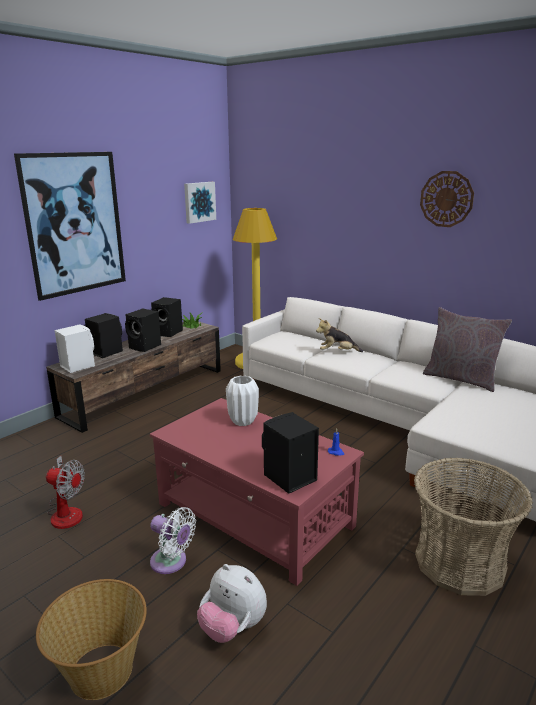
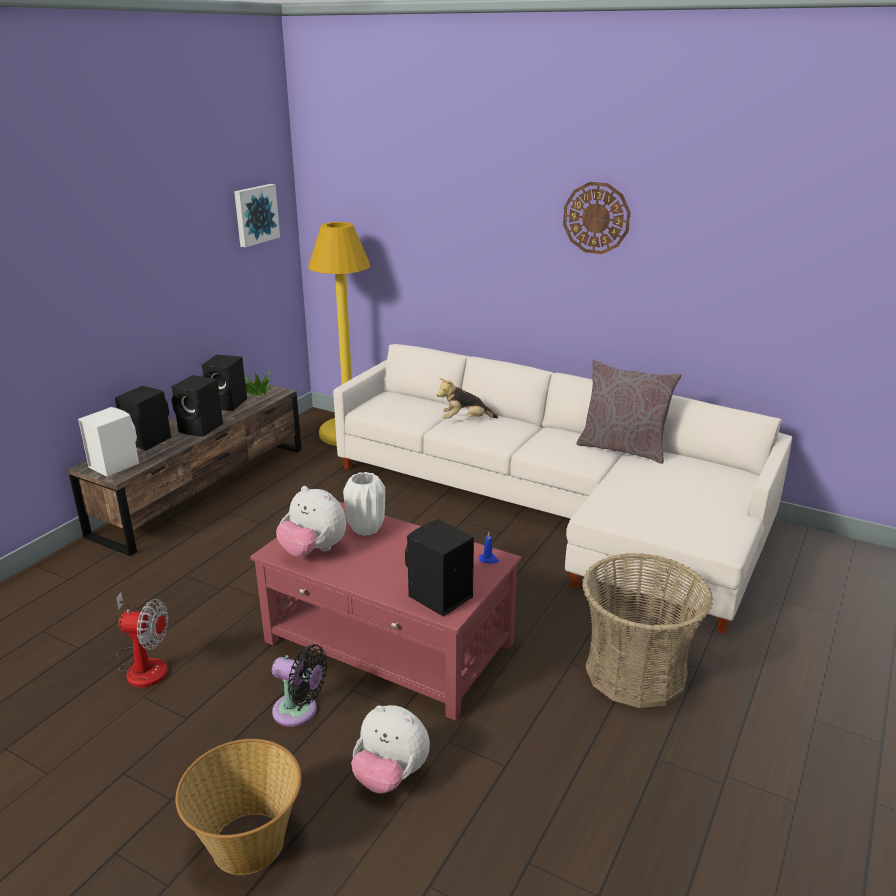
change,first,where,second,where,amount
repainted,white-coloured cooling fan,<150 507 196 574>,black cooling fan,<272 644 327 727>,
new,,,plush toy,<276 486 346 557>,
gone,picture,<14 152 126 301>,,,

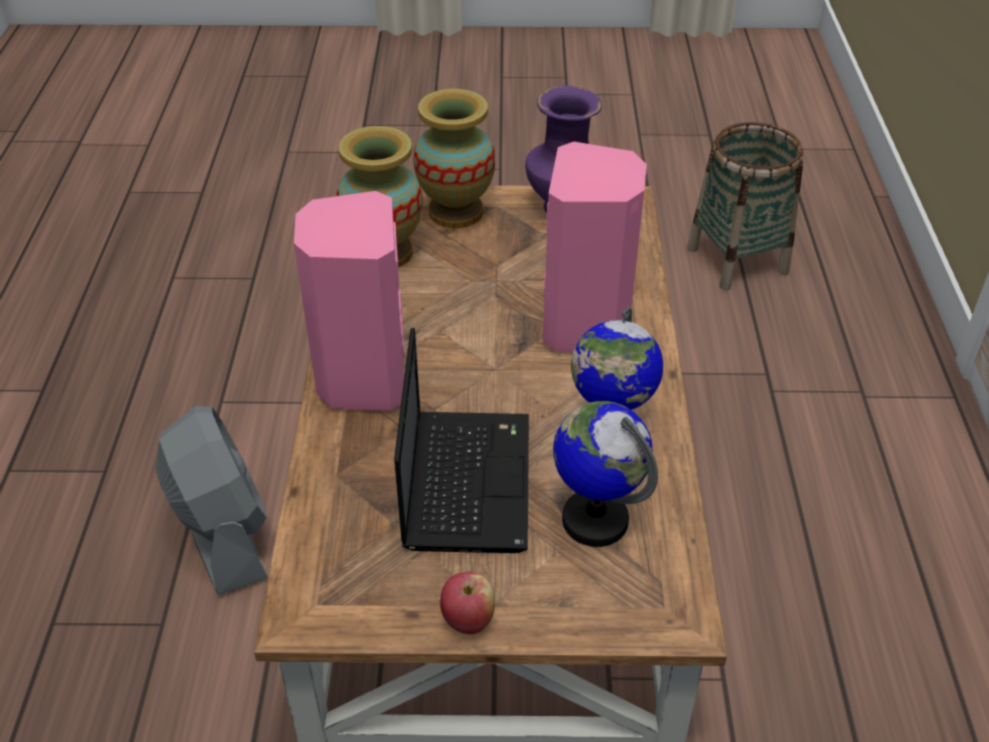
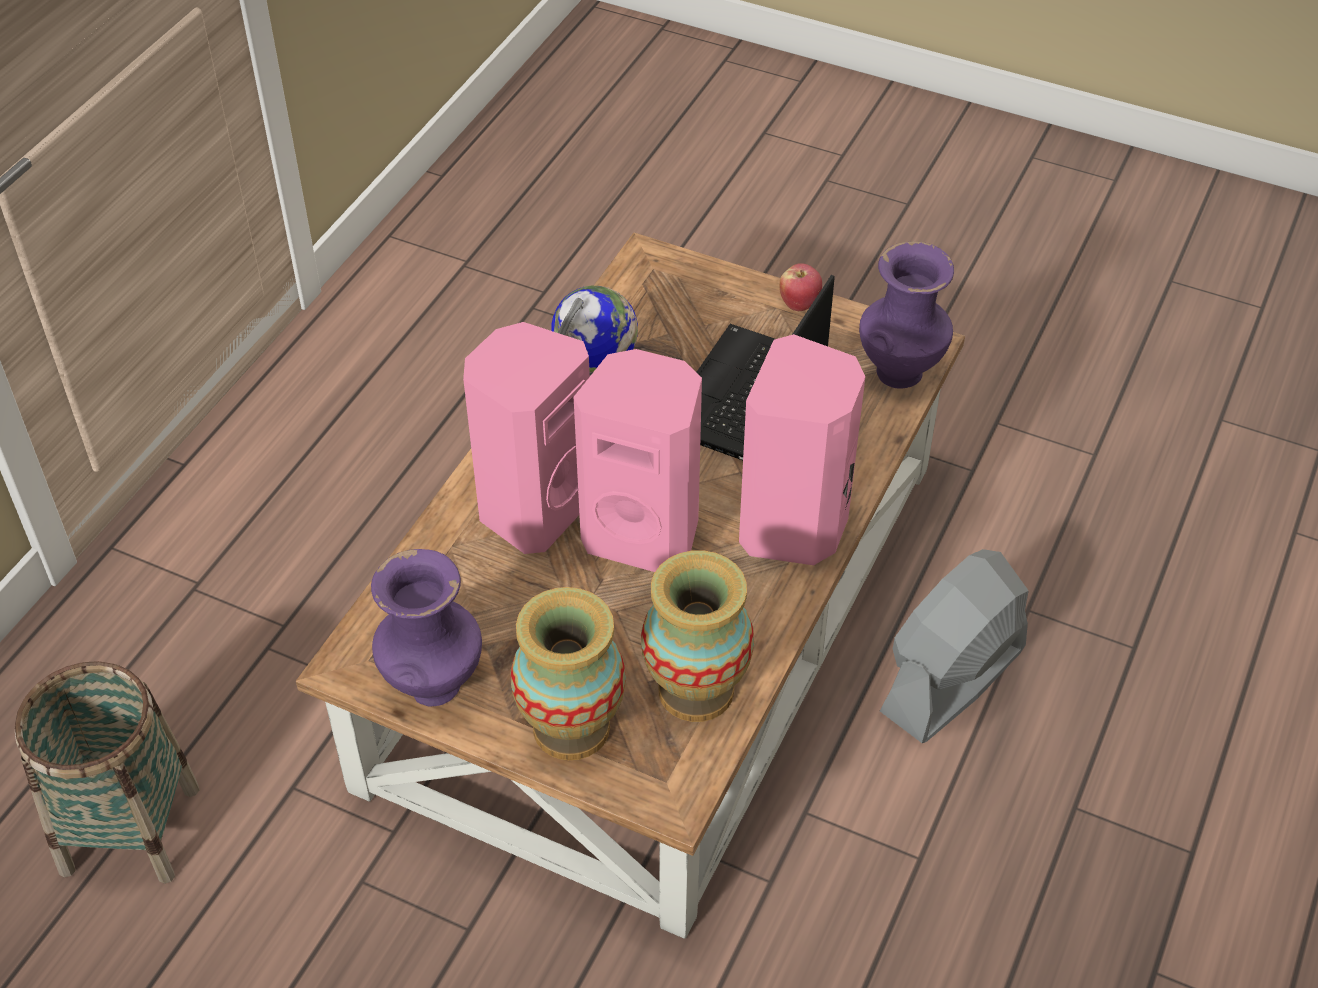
change,first,where,second,where,amount
new,,,pink audio speaker,<574 349 702 572>,
new,,,purplish vase,<859 241 954 388>,
rotated,greyish cooling fan,<156 406 268 596>,,<880 549 1029 743>,45 degrees clockwise
gone,desk globe,<553 401 658 547>,,,

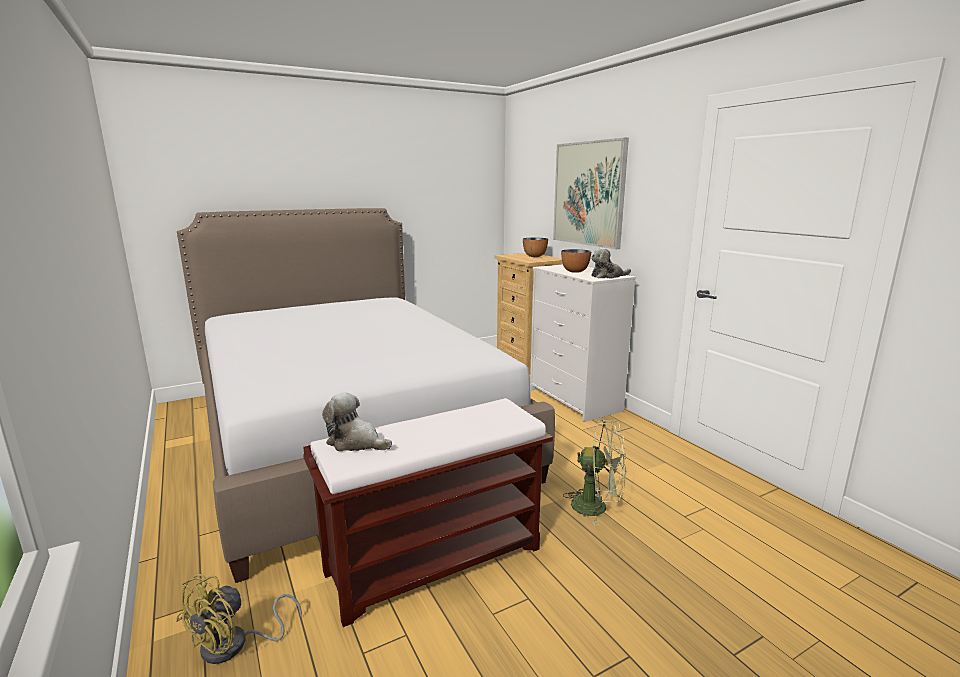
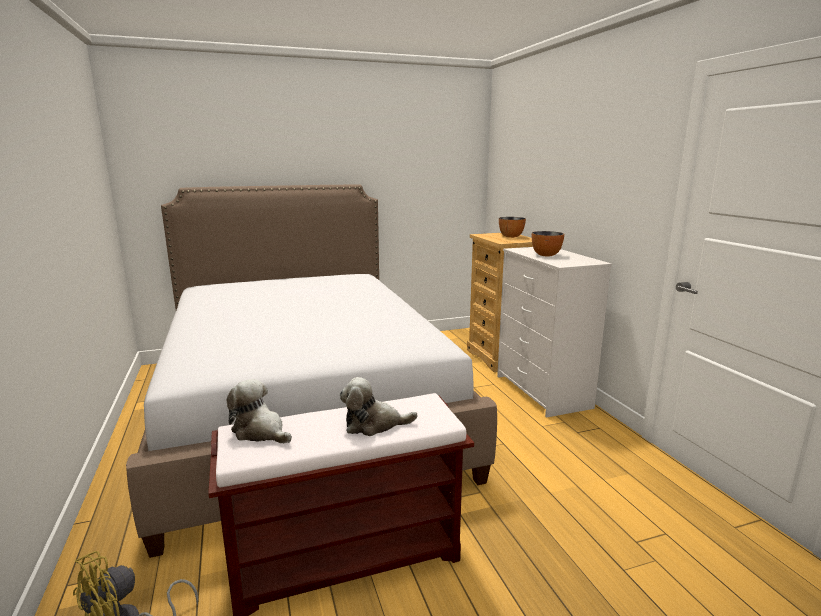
change,first,where,second,where,amount
shifted,plush toy,<591 248 631 279>,,<340 377 418 436>,
gone,picture,<553 137 629 249>,,,
gone,green-coloured cooling fan,<563 420 626 526>,,,

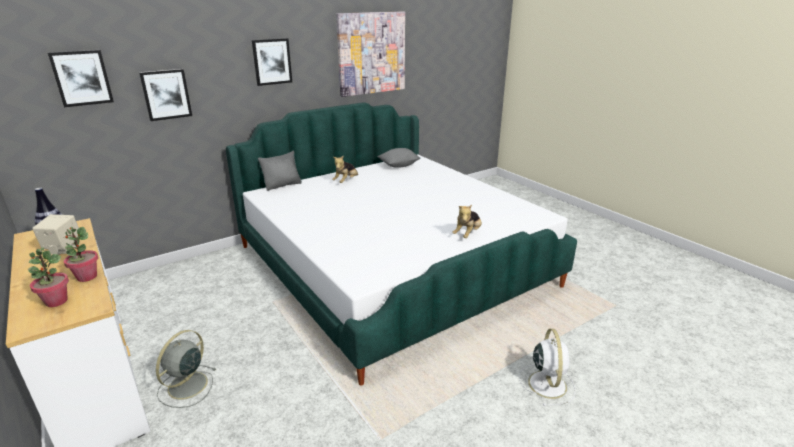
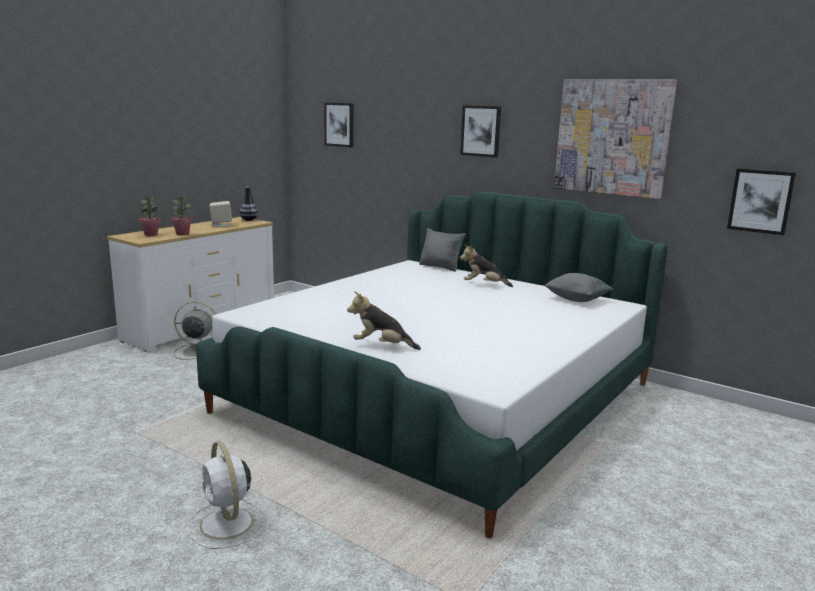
change,first,where,second,where,amount
rotated,white-coloured cooling fan,<519 329 575 406>,,<188 441 268 549>,75 degrees clockwise
shifted,picture,<139 69 192 121>,,<727 168 796 235>,

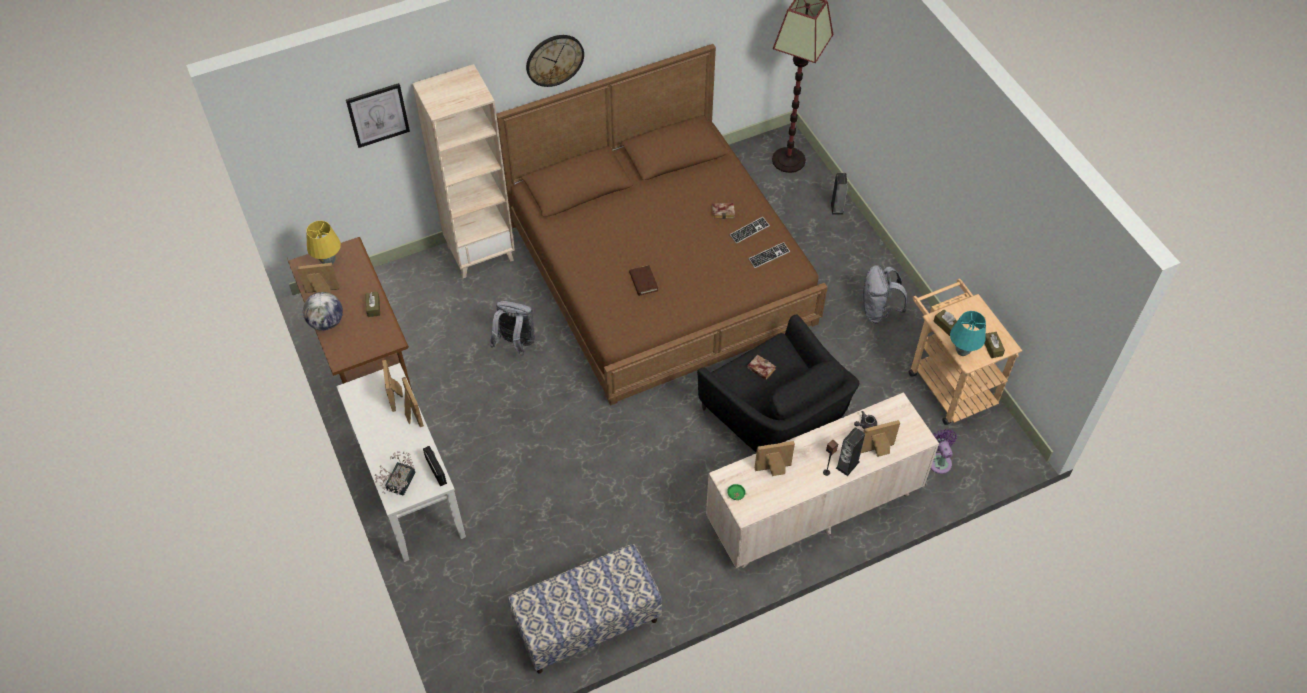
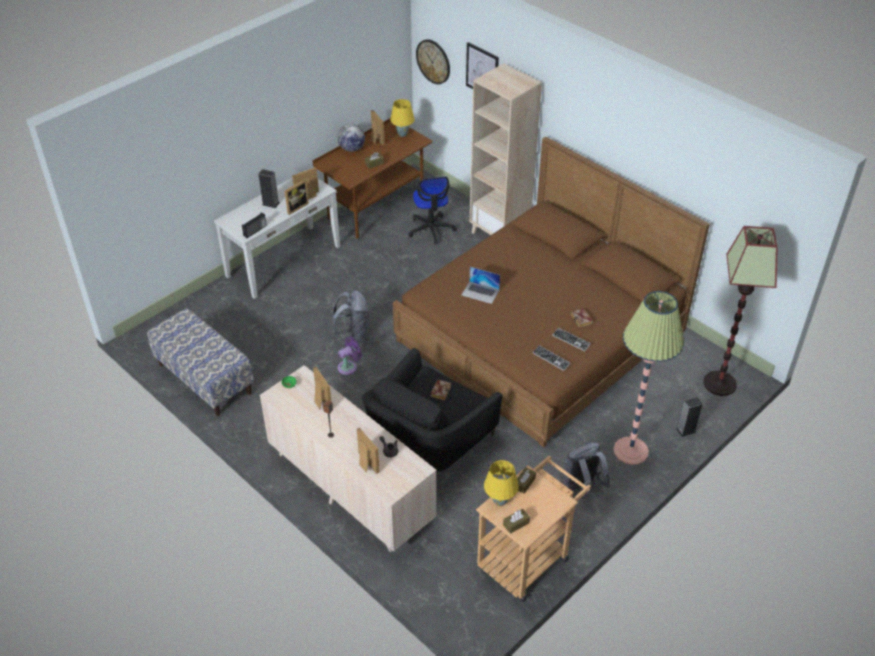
change,first,where,second,where,amount
shifted,audio speaker,<836 427 865 476>,,<259 169 280 208>,
shifted,greyish rucksack,<490 301 535 356>,,<332 290 369 342>,
shifted,purplish cooling fan,<931 429 957 474>,,<338 336 362 375>,
new,,,computer chair,<408 177 457 244>,
shifted,wall clock,<526 35 584 87>,,<416 39 450 84>,
swapped,brownish bound book,<629 265 658 296>,laptop,<462 267 500 304>,
repainted,turquoise tabletop lamp,<950 311 986 356>,yellow tabletop lamp,<484 460 518 506>,
new,,,floor lamp,<613 291 684 465>,
gone,plant in a pot,<375 451 416 496>,,,

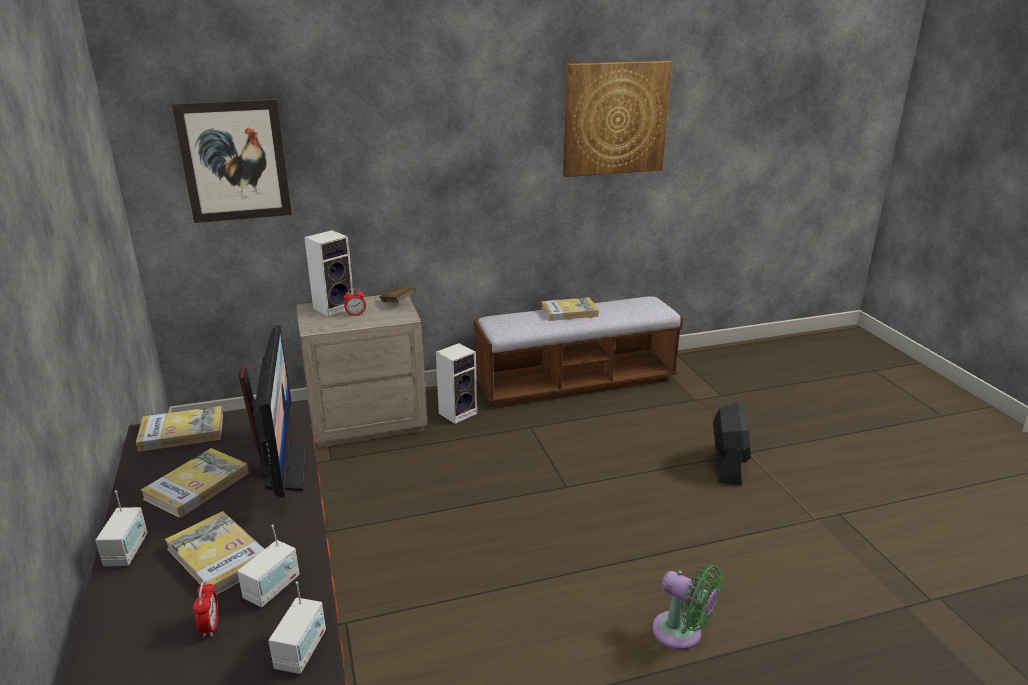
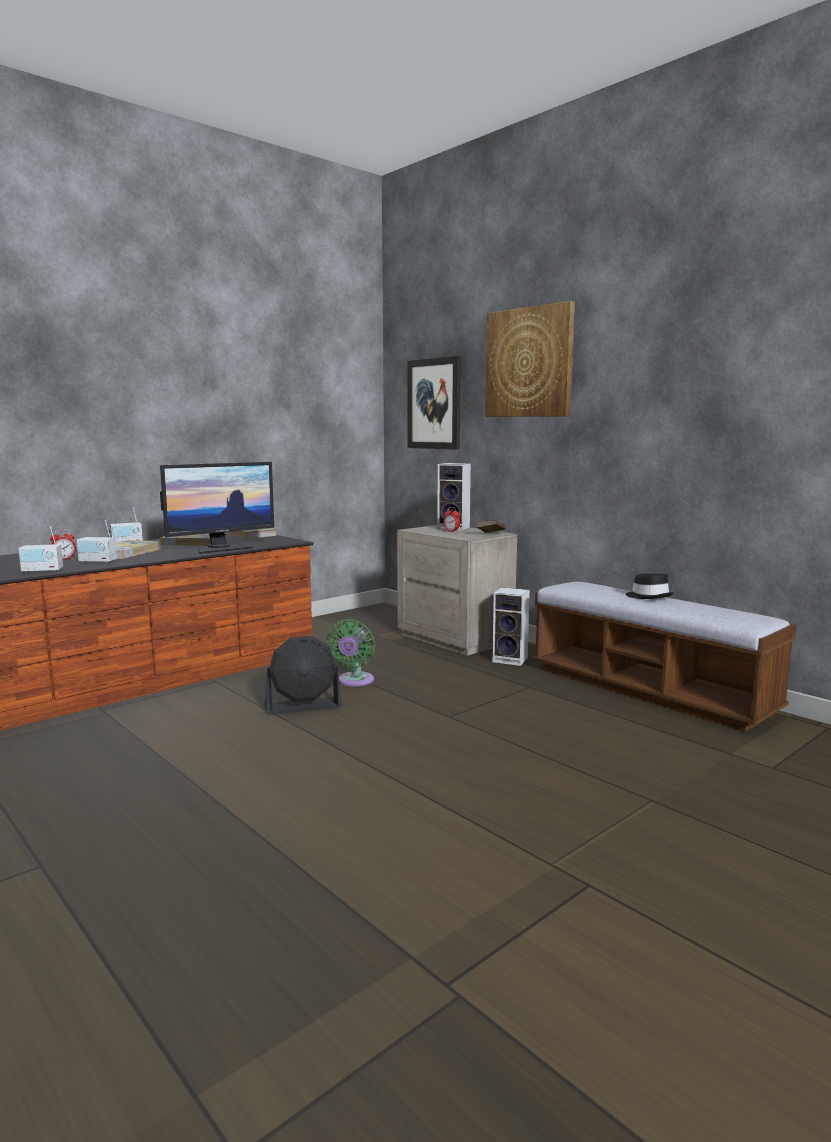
change,first,where,second,where,amount
shifted,black cooling fan,<713 403 751 485>,,<265 636 342 715>,
shifted,green-coloured cooling fan,<652 564 723 650>,,<326 619 375 687>,
shifted,picture,<563 61 673 177>,,<485 301 575 417>,
swapped,bound book,<541 297 599 321>,black wearable hat,<626 574 674 599>,

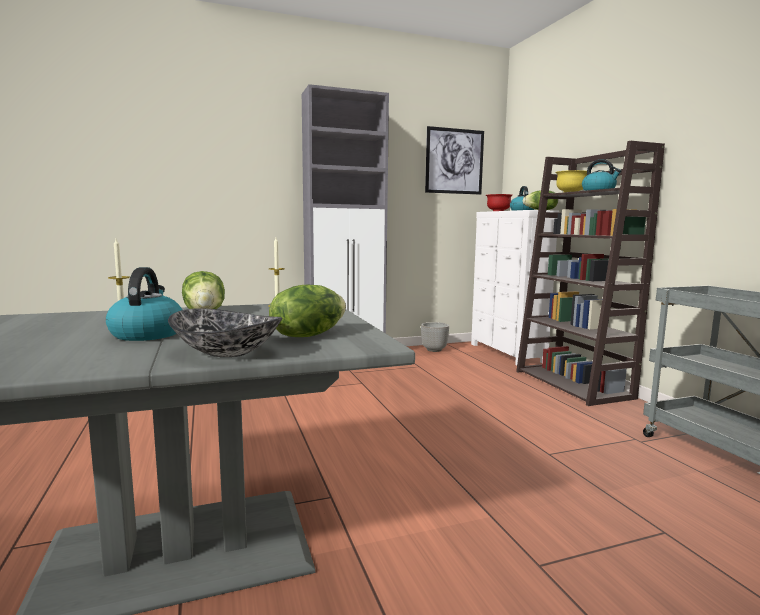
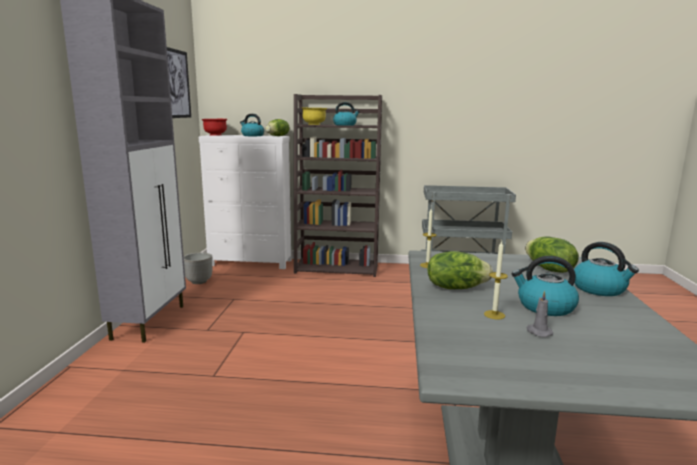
change,first,where,second,where,amount
new,,,greyish candle,<527 291 553 337>,
swapped,serving bowl,<168 308 282 357>,kettle,<574 242 639 296>,

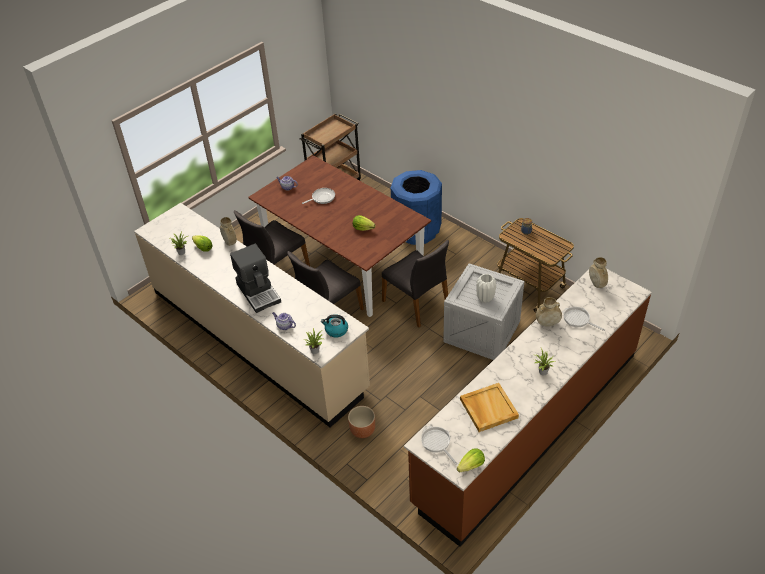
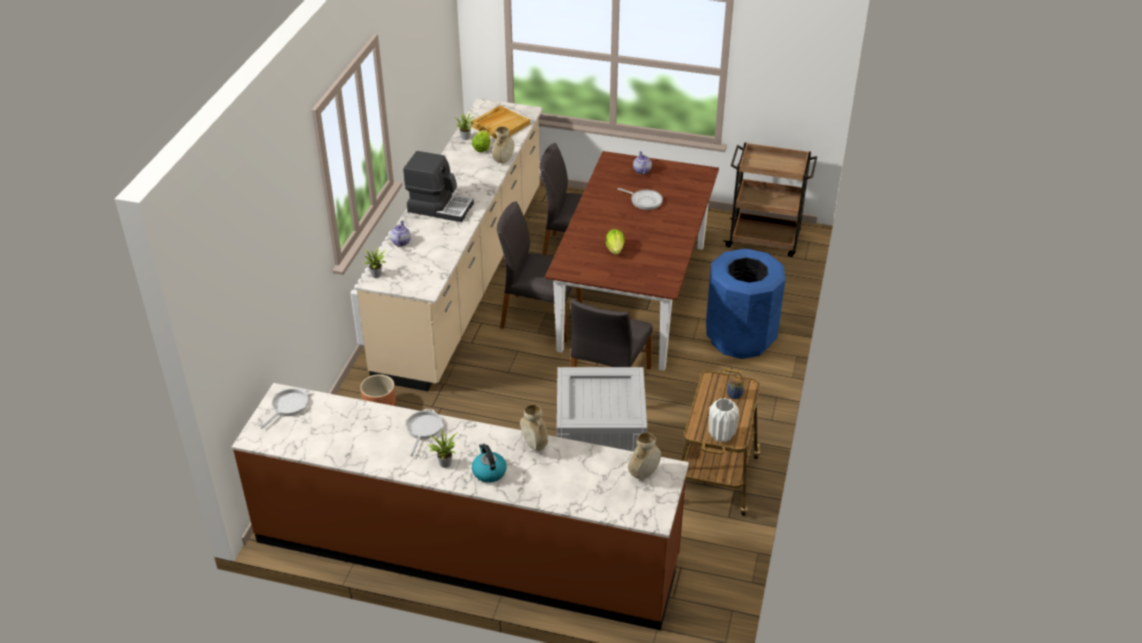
change,first,where,second,where,amount
rotated,coffee maker,<230 244 281 313>,,<403 151 474 222>,105 degrees counterclockwise
shifted,skillet,<563 307 605 331>,,<405 409 443 456>,
shifted,beige-coloured carrying tray,<460 383 519 432>,,<471 106 530 139>,
shifted,kettle,<321 314 348 338>,,<472 443 507 483>,
shifted,white-coloured vase,<476 274 496 303>,,<709 398 739 442>,
gone,lettuce,<457 448 485 472>,,,

